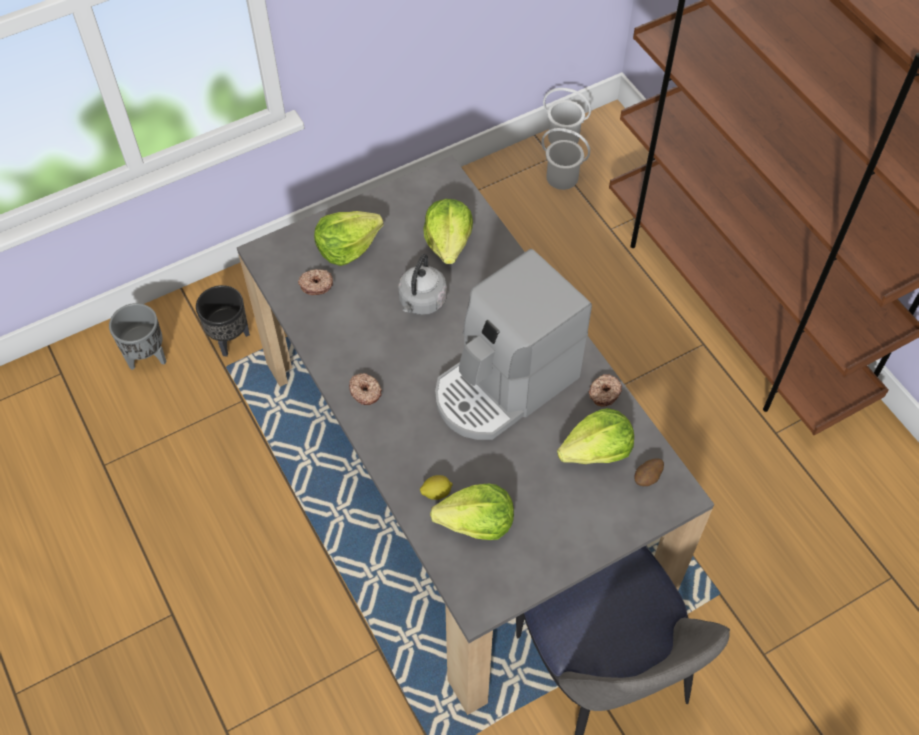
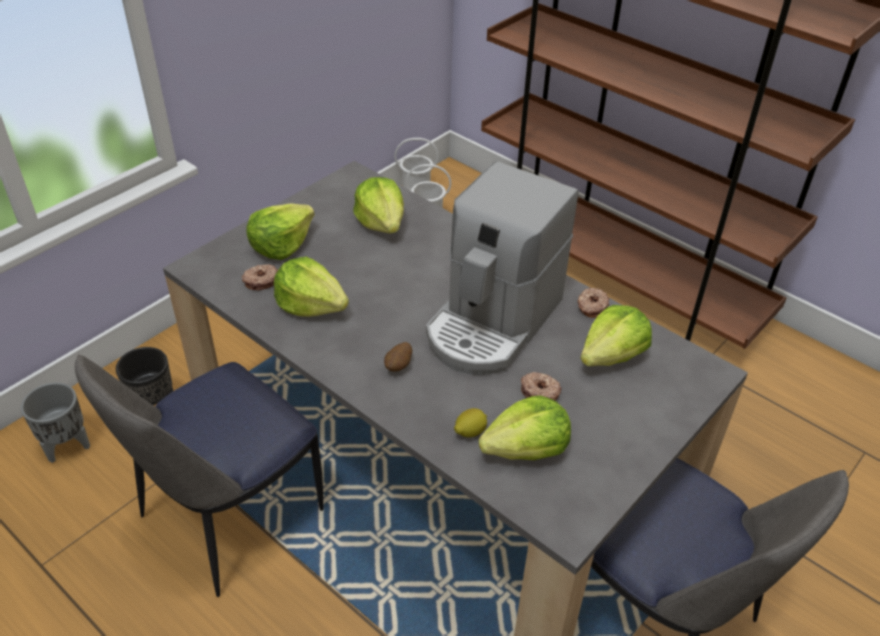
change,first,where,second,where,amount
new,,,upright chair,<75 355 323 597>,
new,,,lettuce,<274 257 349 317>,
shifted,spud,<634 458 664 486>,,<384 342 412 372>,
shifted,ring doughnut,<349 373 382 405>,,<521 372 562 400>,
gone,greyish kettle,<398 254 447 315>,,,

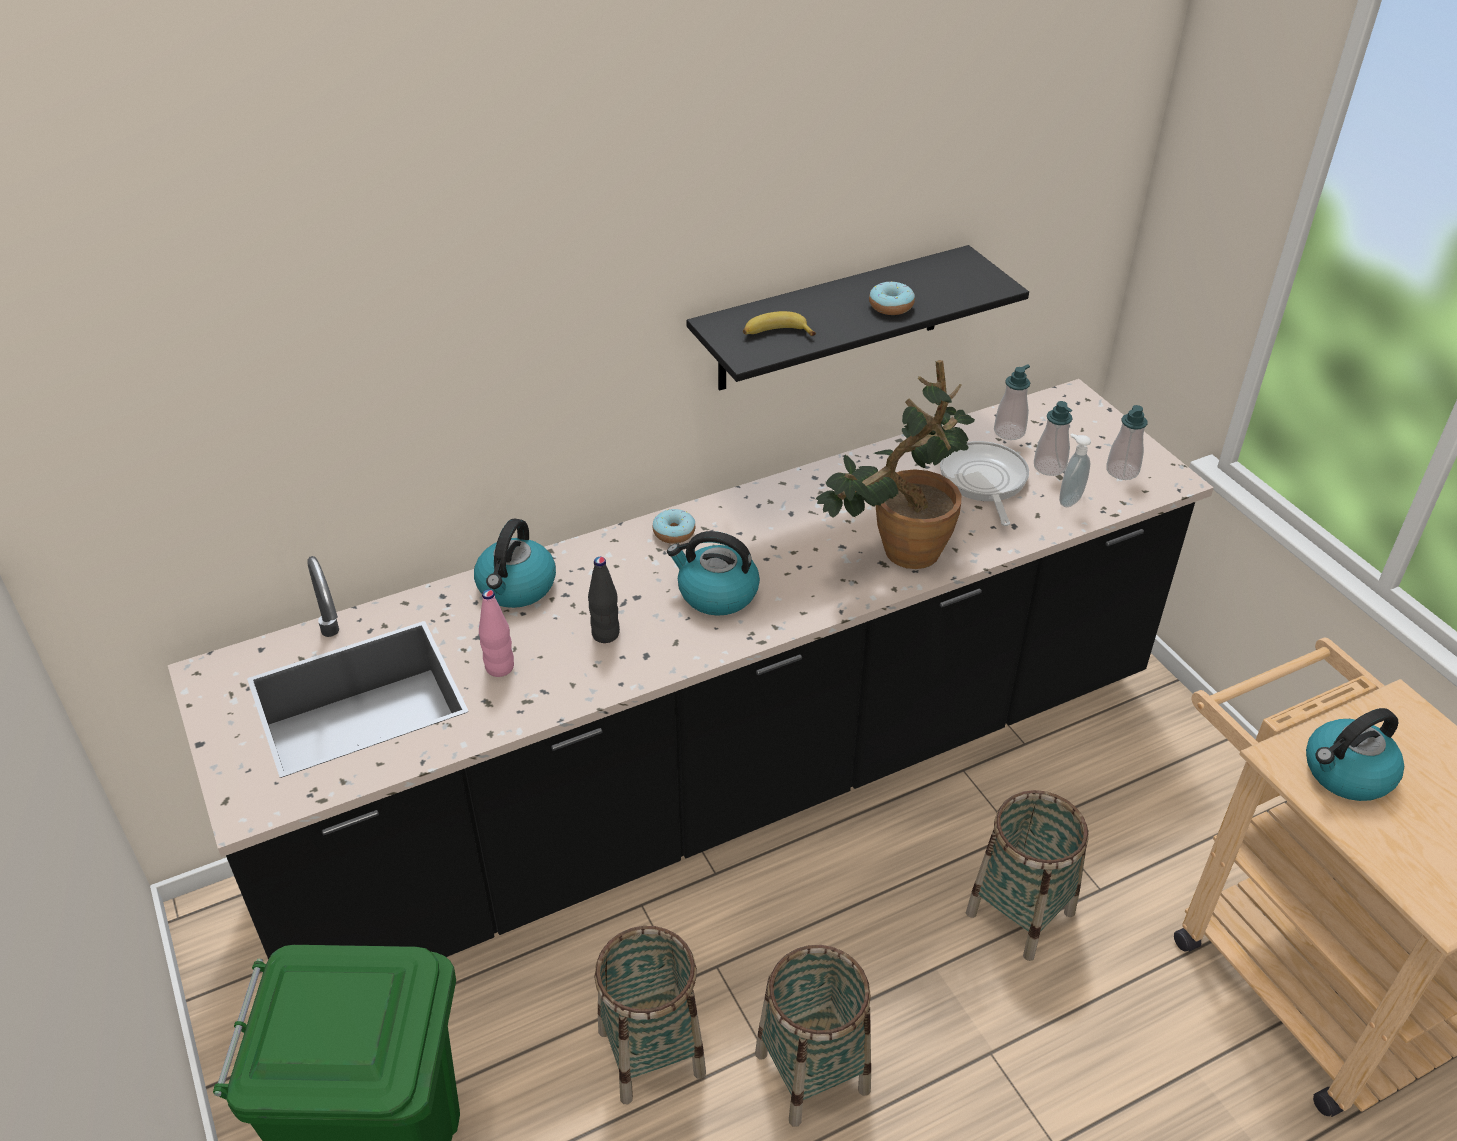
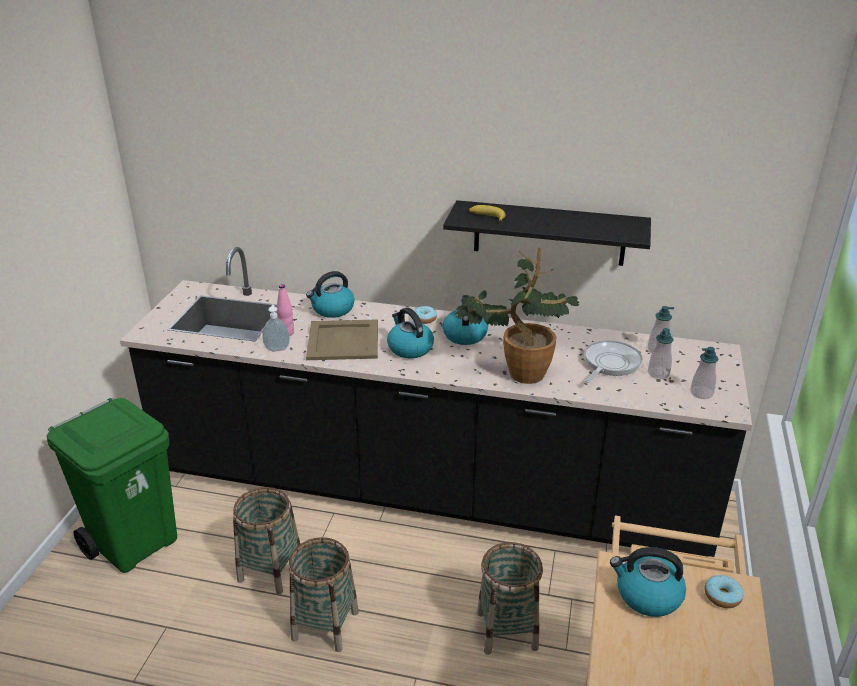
change,first,where,second,where,amount
shifted,liquid soap bottle,<1059 433 1091 507>,,<262 304 290 351>,
swapped,black drink bottle,<588 557 620 643>,beige-coloured carrying tray,<306 319 378 360>,
new,,,kettle,<442 295 488 345>,
shifted,ring doughnut,<869 281 915 315>,,<705 575 744 608>,

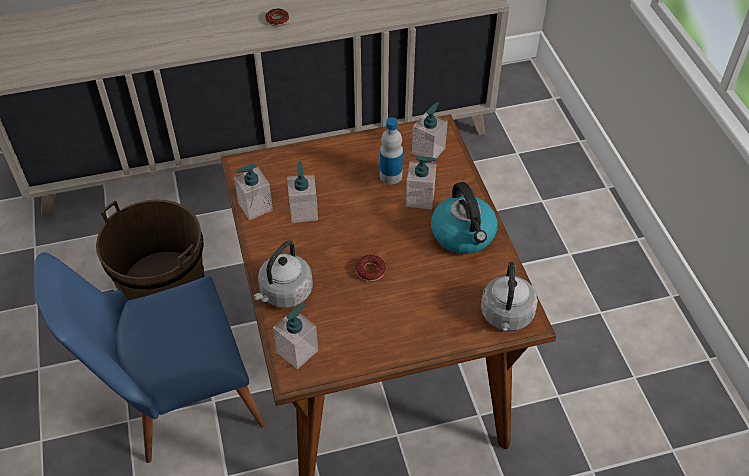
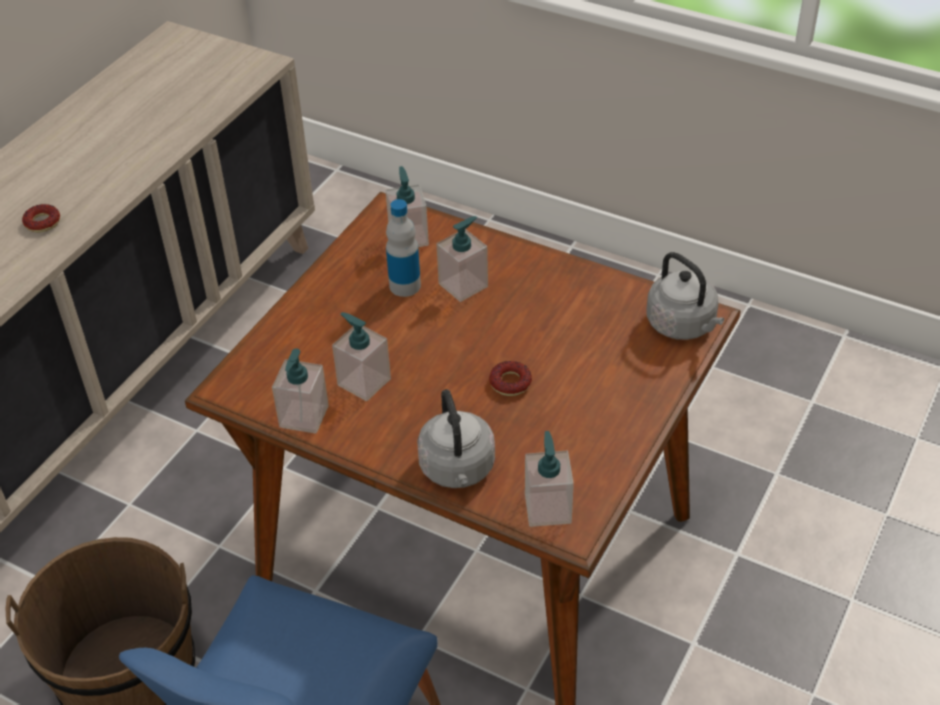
change,first,where,second,where,amount
gone,kettle,<431 182 498 254>,,,

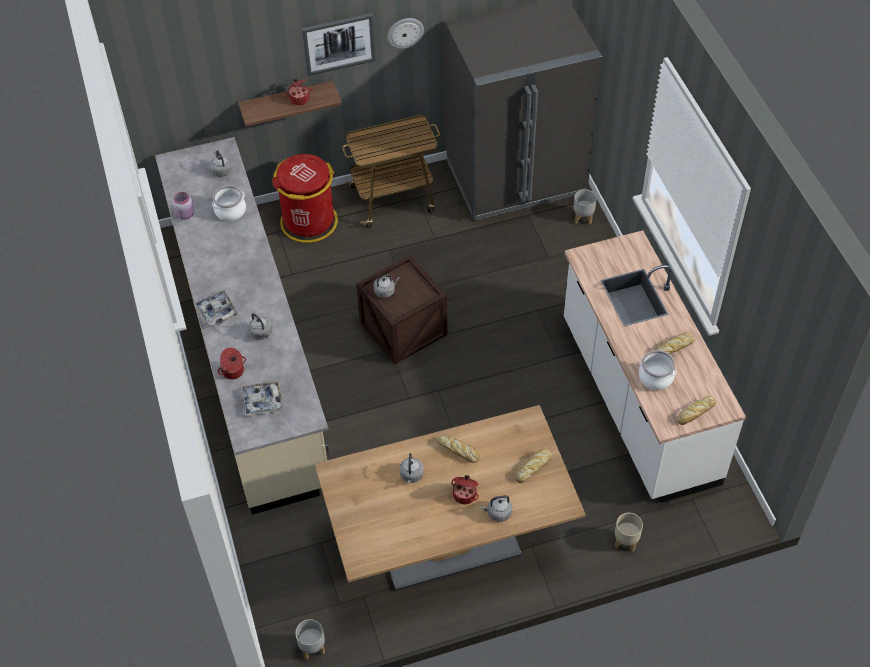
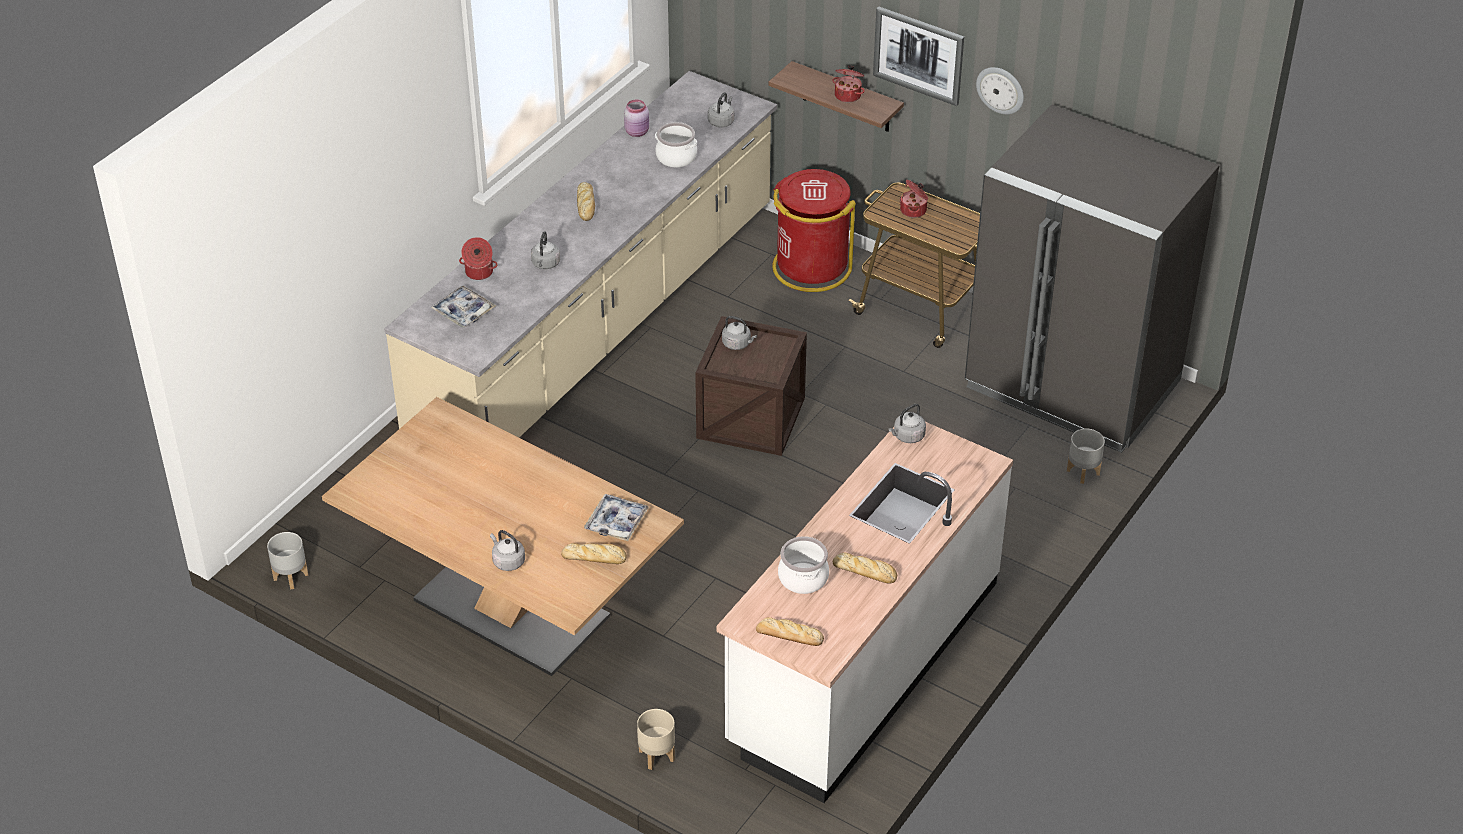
change,first,where,second,where,amount
shifted,bakery bread,<437 434 480 463>,,<577 182 595 221>,
shifted,carrying tray,<193 290 239 328>,,<584 494 649 541>,
shifted,greyish kettle,<399 453 424 484>,,<889 404 926 443>,
shifted,saucepot,<451 475 479 504>,,<900 180 928 218>,

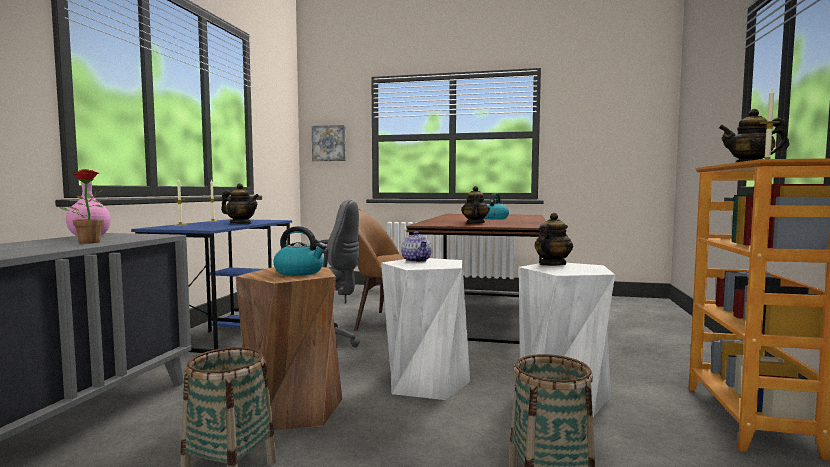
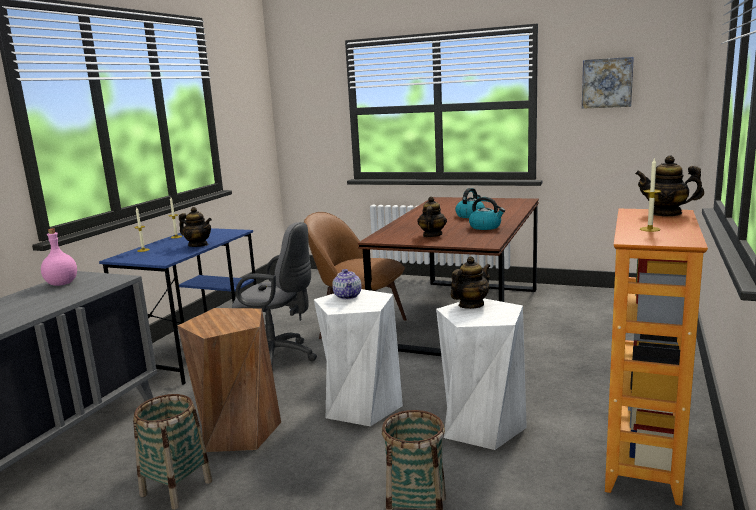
change,first,where,second,where,amount
shifted,kettle,<273 226 327 276>,,<469 197 505 230>,
shifted,picture,<312 125 346 161>,,<582 57 634 109>,
gone,plant in a pot,<59 169 104 244>,,,

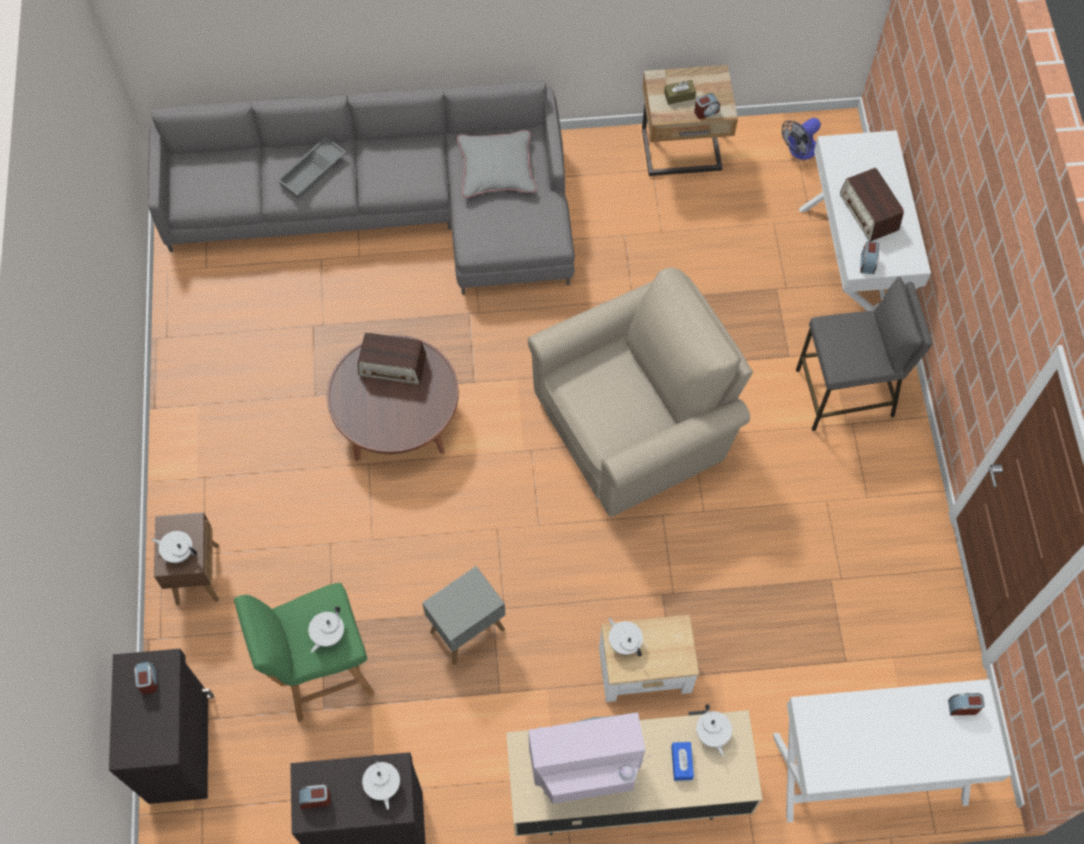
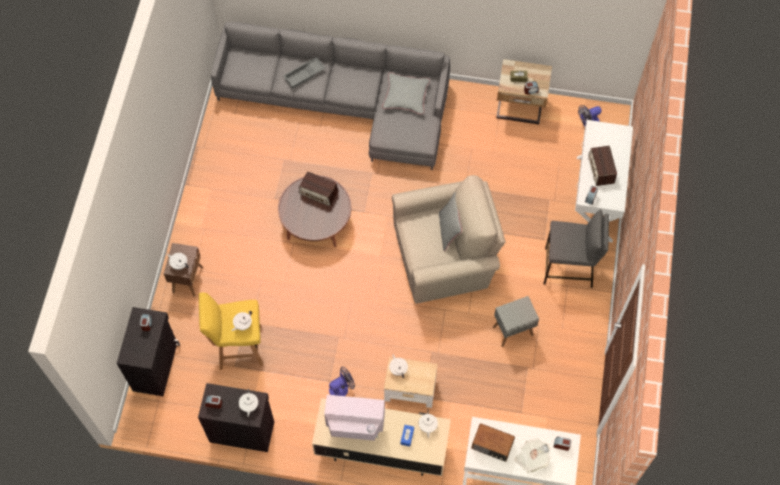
change,first,where,second,where,amount
repainted,green-coloured sitting stool,<234 583 375 722>,yellow sitting stool,<199 292 264 370>,
new,,,cooling fan,<329 367 355 396>,
new,,,greyish pillow,<439 191 462 251>,
new,,,radio,<471 423 515 462>,
shifted,greyish side table,<422 566 505 665>,,<493 296 539 347>,
new,,,printed paper,<515 438 550 473>,

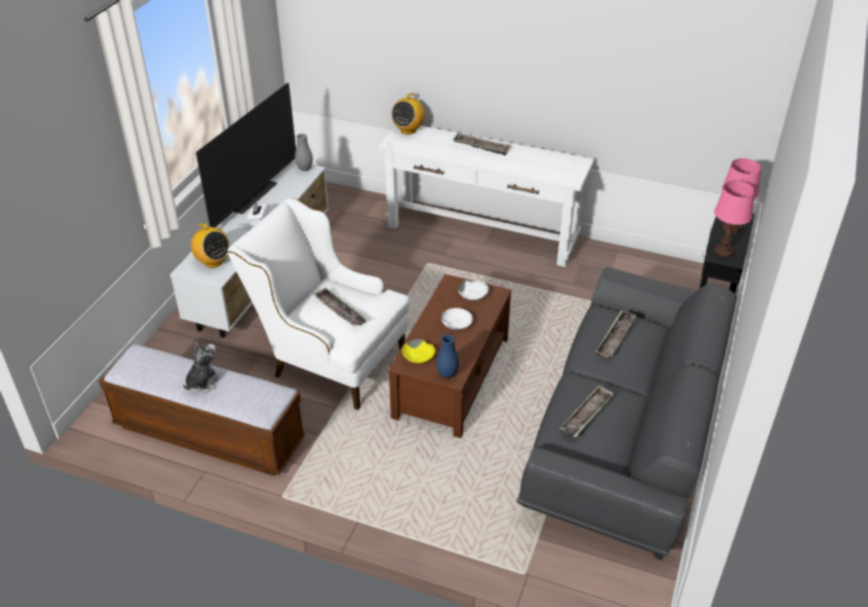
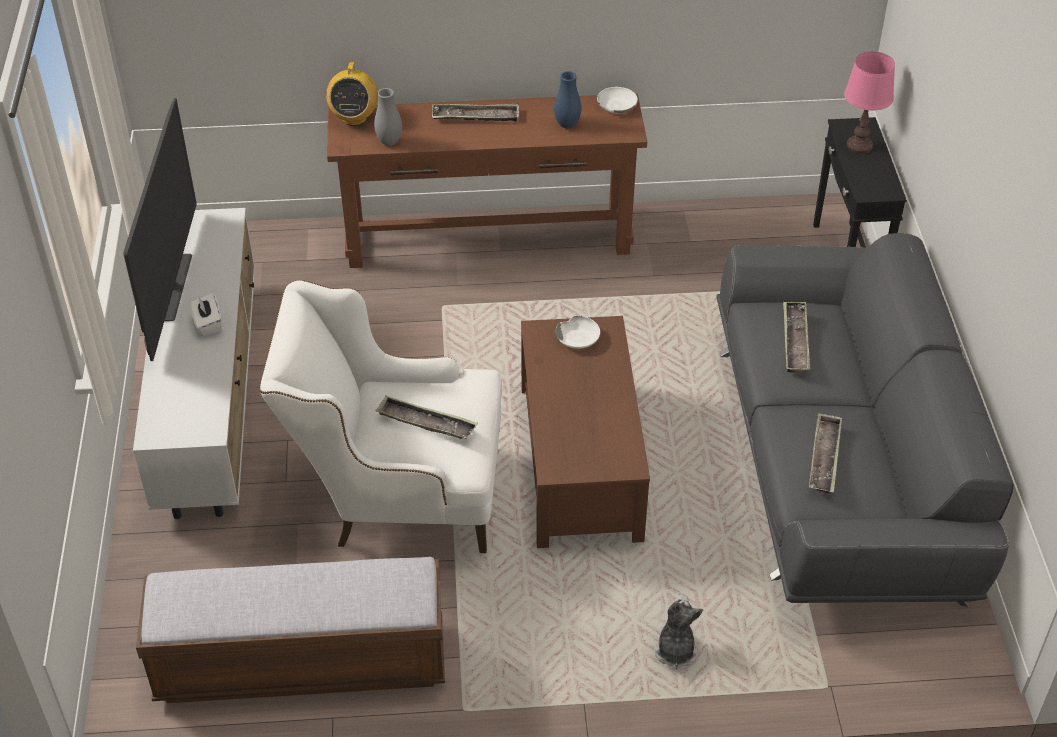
change,first,where,second,where,amount
repainted,white-coloured narrow table,<378 126 594 267>,brownish narrow table,<327 93 647 268>,
shifted,greyish vase,<295 134 313 171>,,<374 88 402 146>,
shifted,bluish vase,<436 335 459 378>,,<554 71 581 128>,
shifted,white-coloured serving bowl,<441 308 473 331>,,<597 87 638 114>,
shifted,plush toy,<183 343 223 393>,,<654 594 703 669>,
gone,radio,<191 223 230 268>,,,
gone,yellow serving bowl,<402 339 436 363>,,,
gone,pink tabletop lamp,<714 181 755 257>,,,

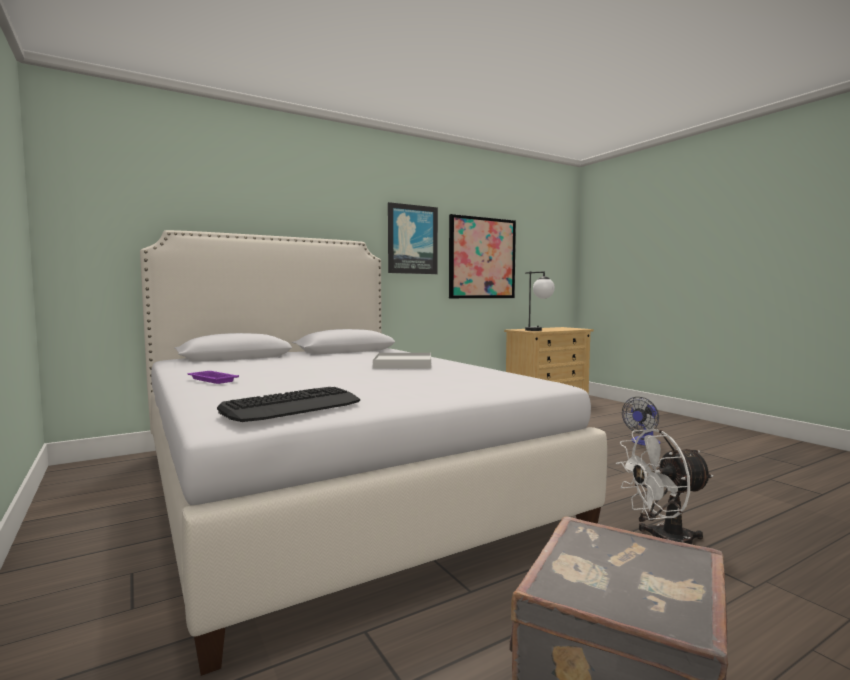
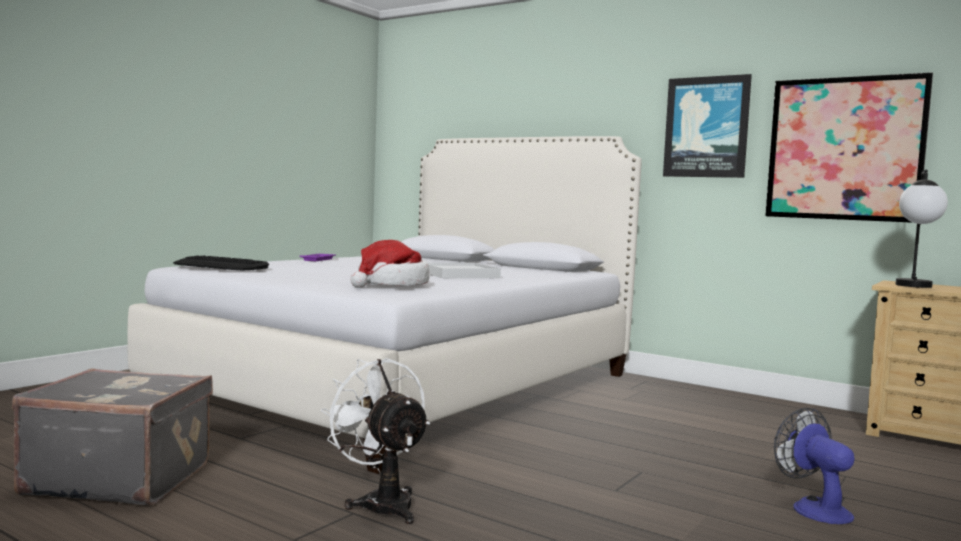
change,first,where,second,where,amount
new,,,wearable hat,<351 240 430 288>,
rotated,cooling fan,<622 397 660 446>,,<774 408 855 524>,45 degrees clockwise

